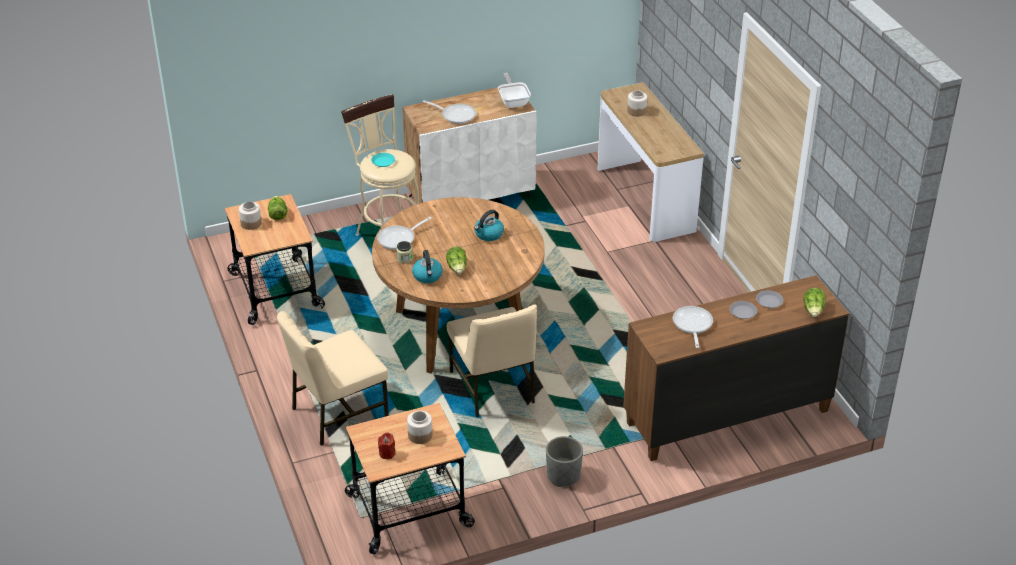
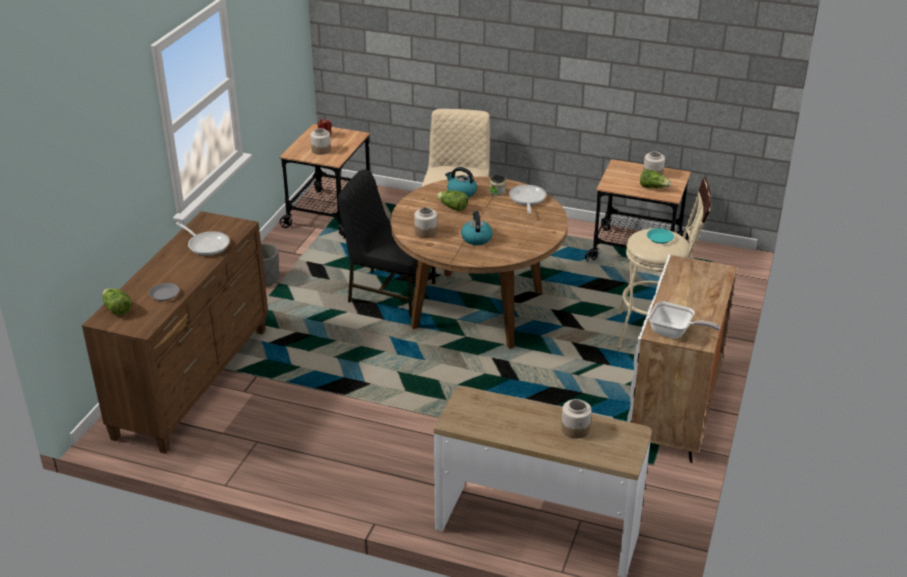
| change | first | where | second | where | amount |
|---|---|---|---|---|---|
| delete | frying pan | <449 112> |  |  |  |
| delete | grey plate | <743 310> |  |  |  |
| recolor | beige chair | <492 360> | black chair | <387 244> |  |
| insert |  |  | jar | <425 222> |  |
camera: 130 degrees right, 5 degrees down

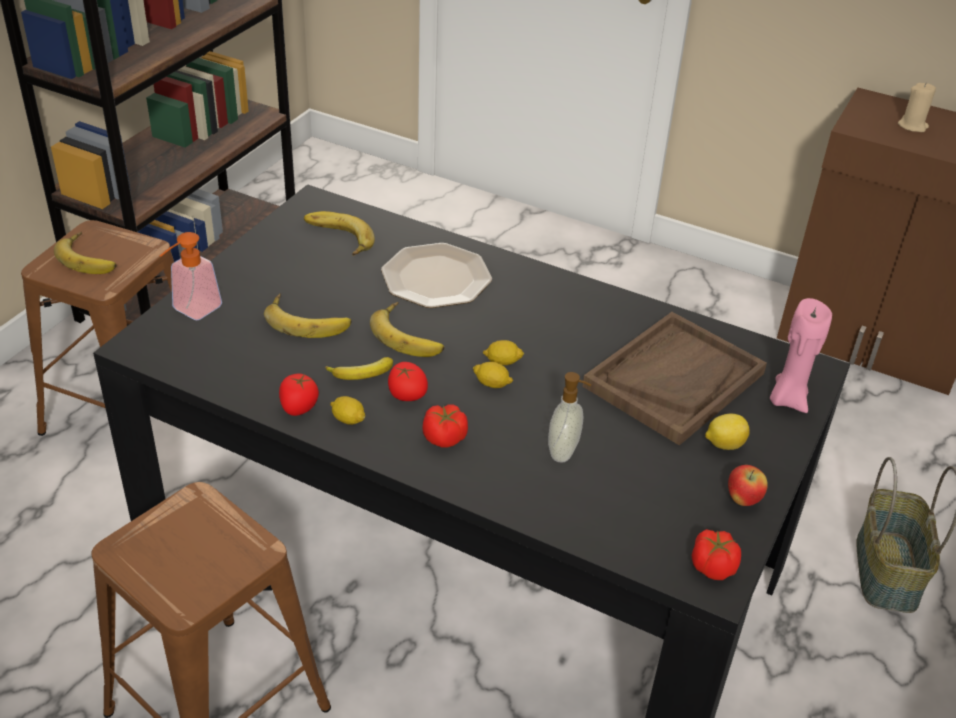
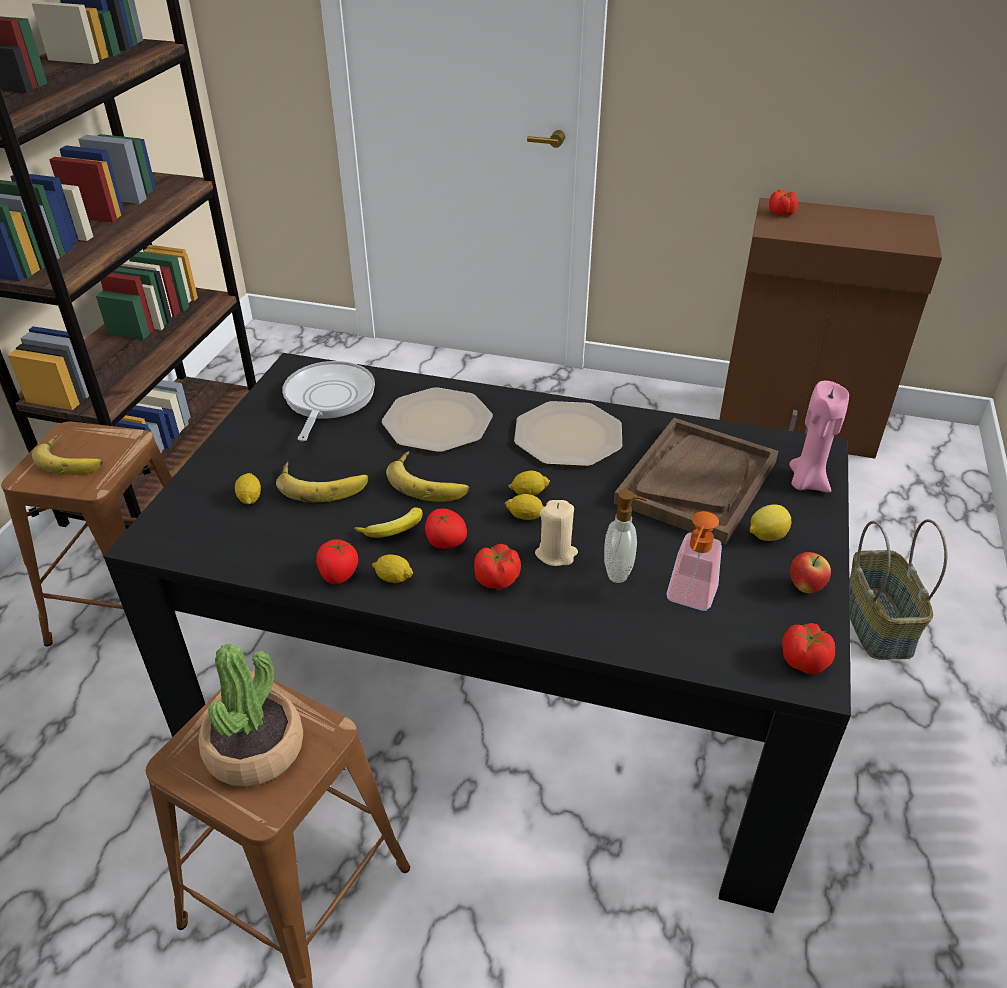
| change | first | where | second | where | amount |
|---|---|---|---|---|---|
| move | beige candle | <917 107> |  | <556 533> |  |
| replace | banana | <339 233> | frying pan | <329 401> |  |
| move | soap dispenser | <191 276> |  | <694 561> |  |
| insert |  |  | tomato | <783 203> |  |
| insert |  |  | plate | <568 433> |  |
| insert |  |  | lemon | <248 489> |  |
| insert |  |  | potted plant | <251 715> |  |
camera: 10 degrees left, 0 degrees up

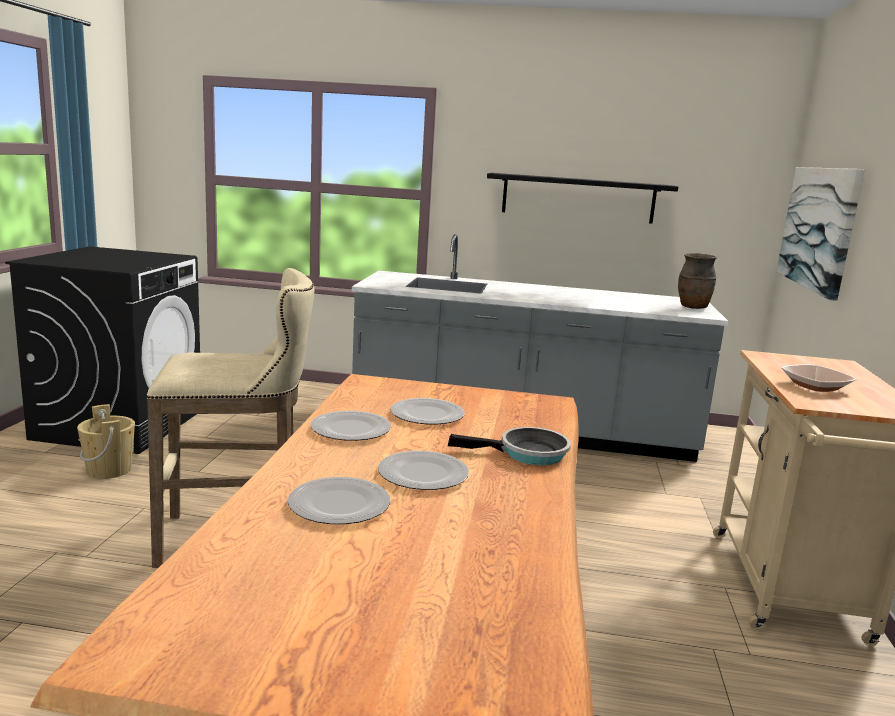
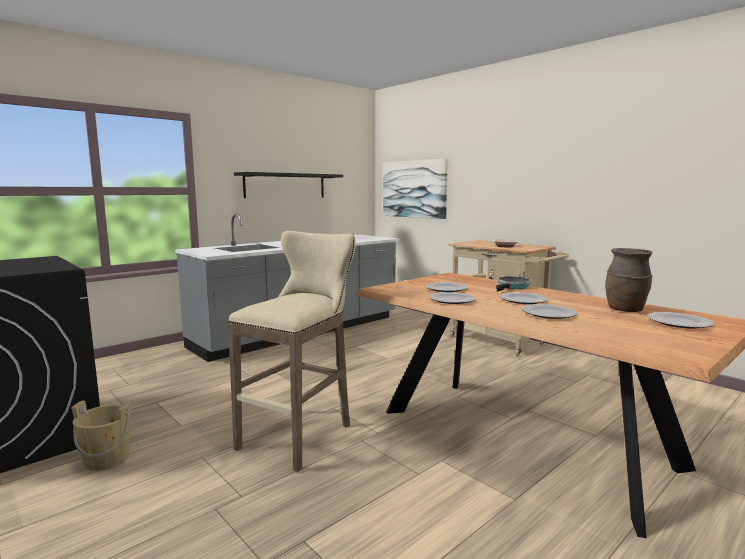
| change | first | where | second | where | amount |
|---|---|---|---|---|---|
| move | brown vase | <697 281> |  | <628 280> |  |
| insert |  |  | plate | <680 320> |  |
camera: 50 degrees left, 5 degrees down

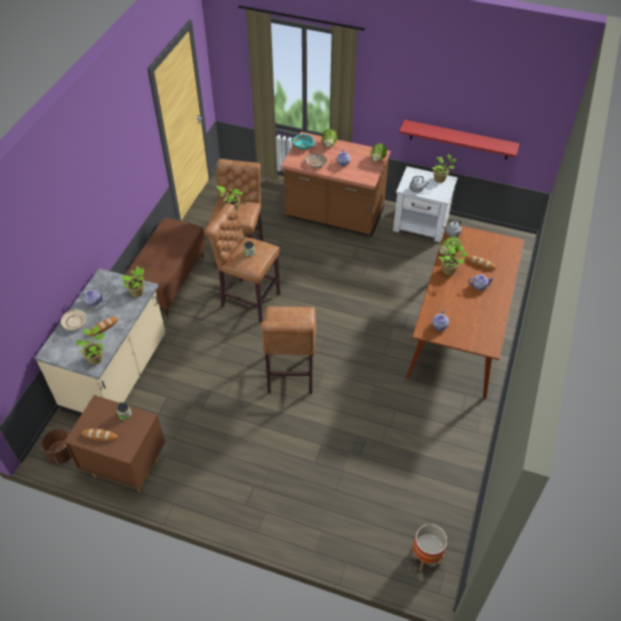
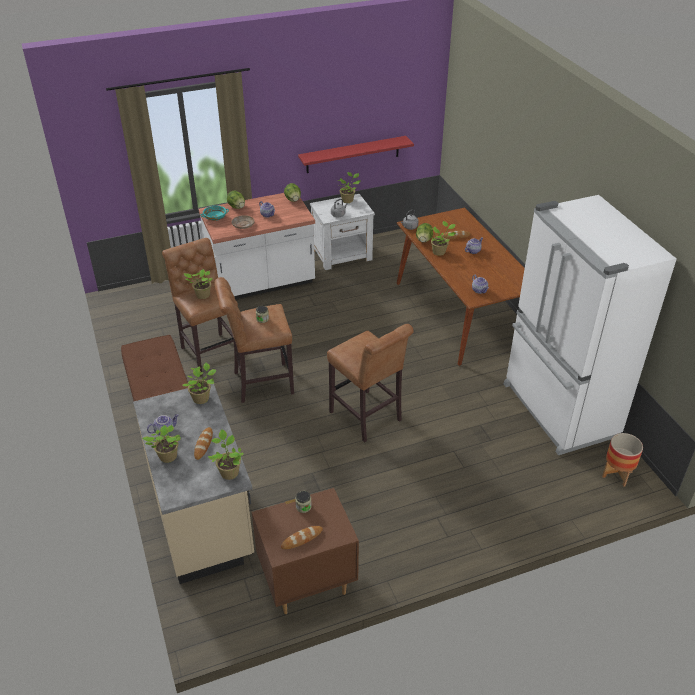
| change | first | where | second | where | amount |
|---|---|---|---|---|---|
| recolor | brown counter | <335 184> | white counter | <257 246> |  |
| replace | beige plate | <74 319> | potted plant | <161 444> |  |
| delete | brown planter | <57 446> |  |  |  |
| insert |  |  | white fridge | <590 325> |  |
camera: 40 degrees left, 10 degrees down

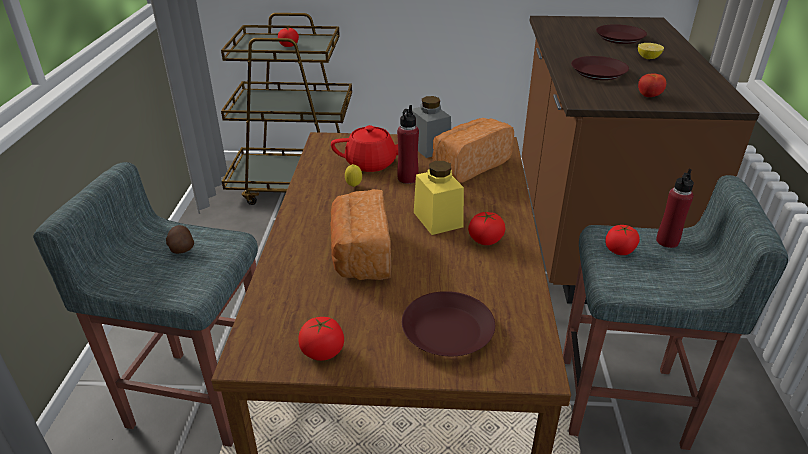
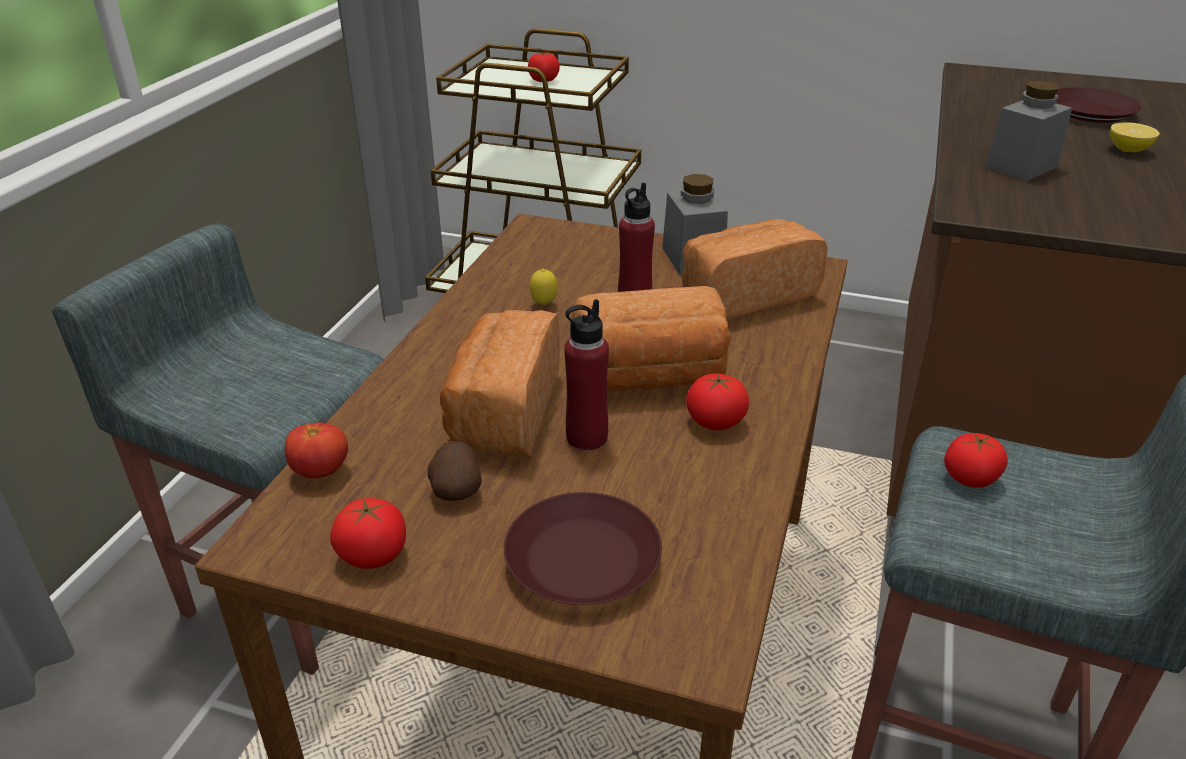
| change | first | where | second | where | amount |
|---|---|---|---|---|---|
| replace | brown plate | <600 68> | grey jar | <1028 131> |  |
| move | tomato | <652 85> |  | <316 450> |  |
| delete | red teapot | <364 148> |  |  |  |
| replace | yellow jar | <439 198> | bread | <651 338> |  |
| move | red bottle | <675 208> |  | <586 374> |  |
| move | potato | <180 239> |  | <455 471> |  |
camera: 15 degrees right, 0 degrees up

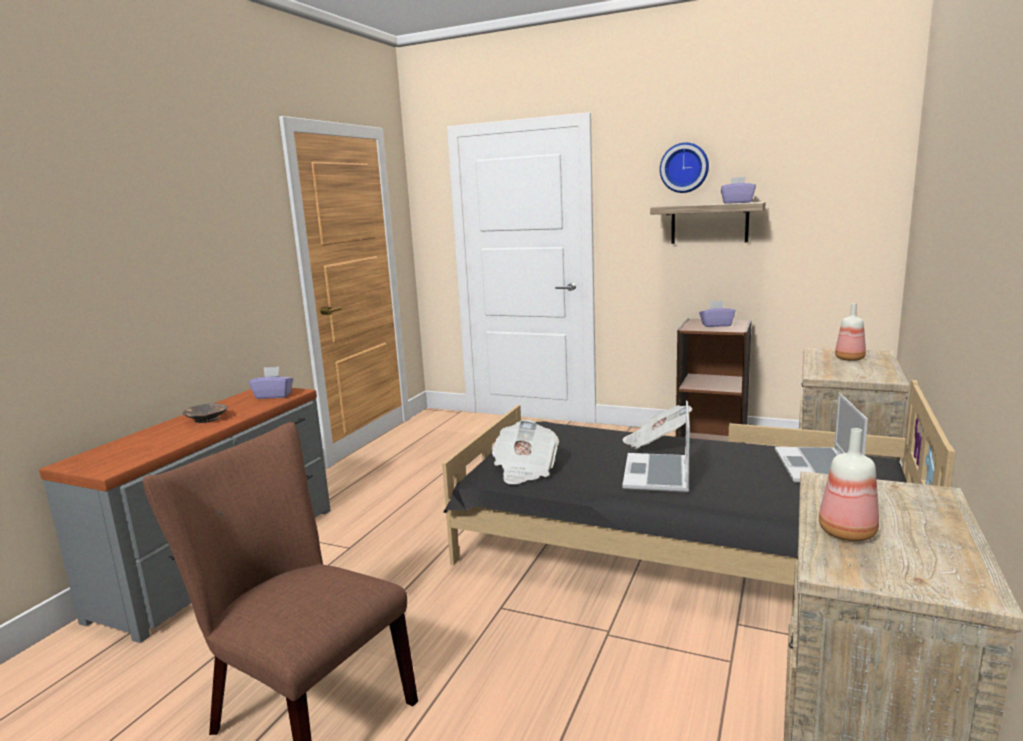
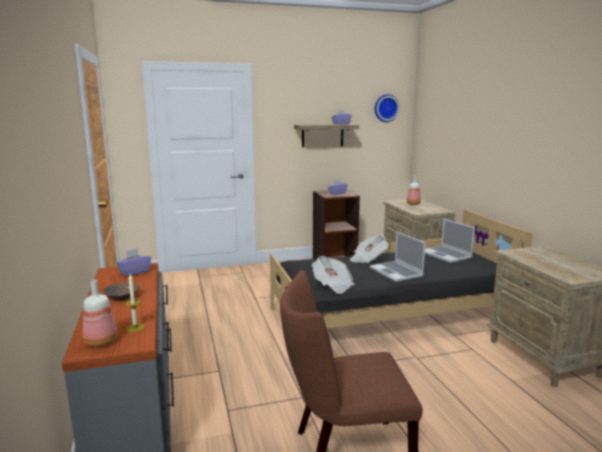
| change | first | where | second | where | amount |
|---|---|---|---|---|---|
| move | wall clock | <684 168> |  | <387 108> |  |
| move | bottle | <849 484> |  | <100 313> |  |
| insert |  |  | candle | <135 303> |  |
camera: 40 degrees left, 0 degrees up

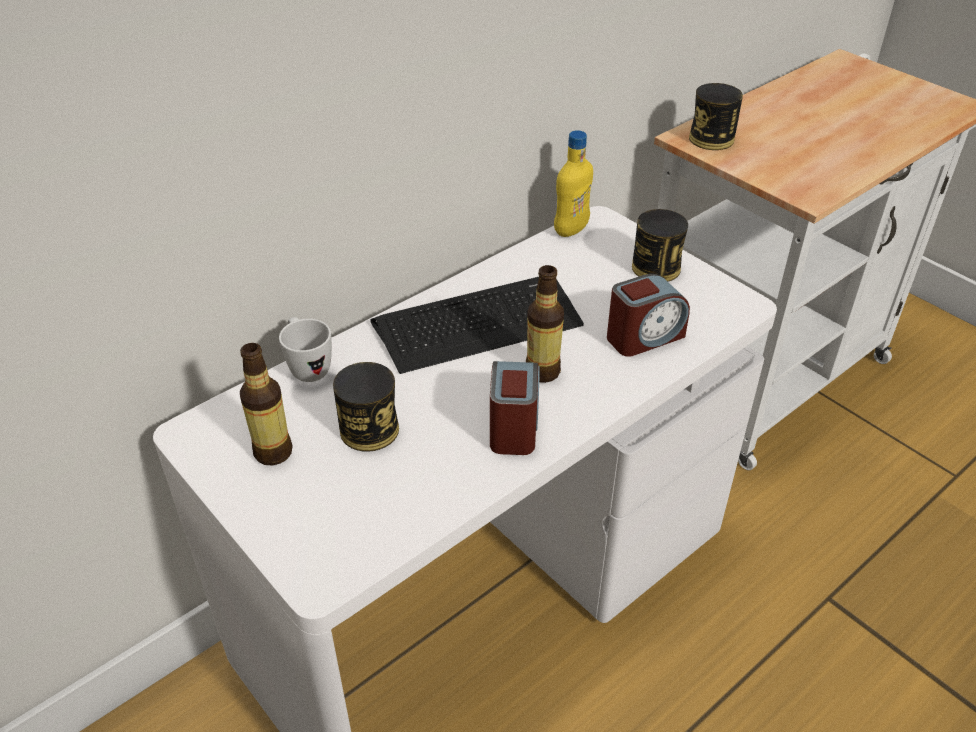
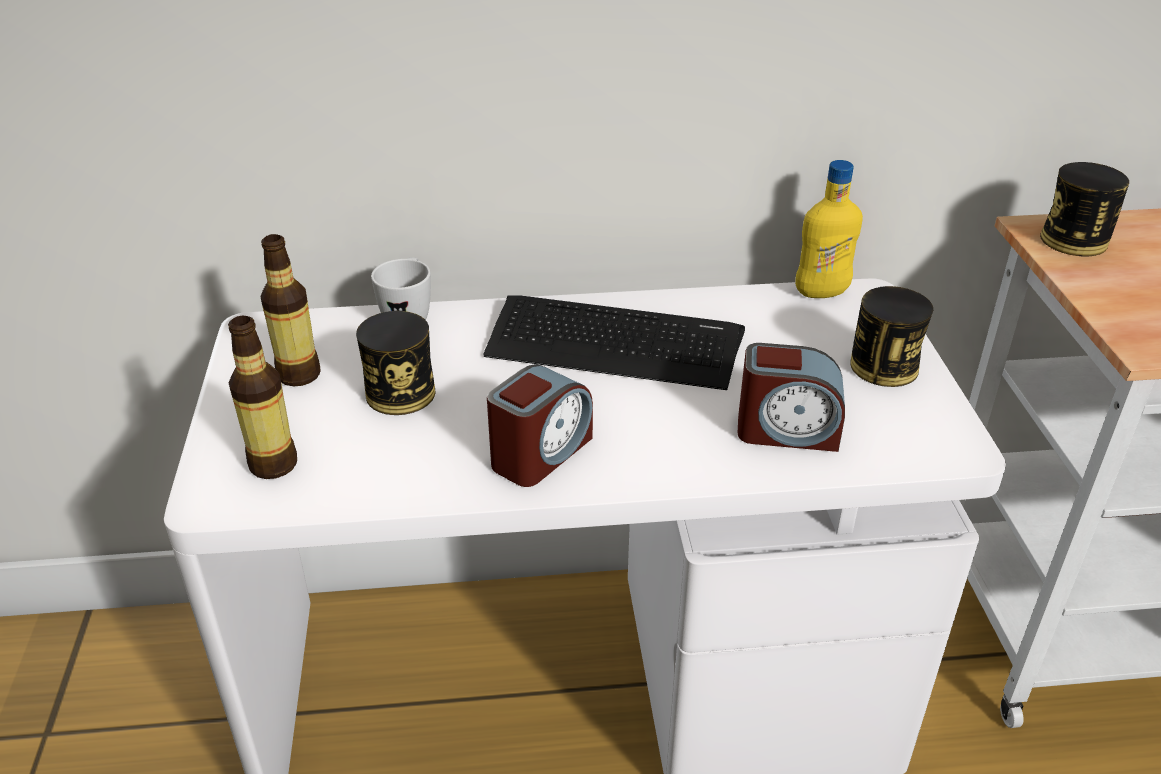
| change | first | where | second | where | amount |
|---|---|---|---|---|---|
| move | bottle | <545 324> |  | <262 397> |  |
camera: 35 degrees right, 5 degrees down

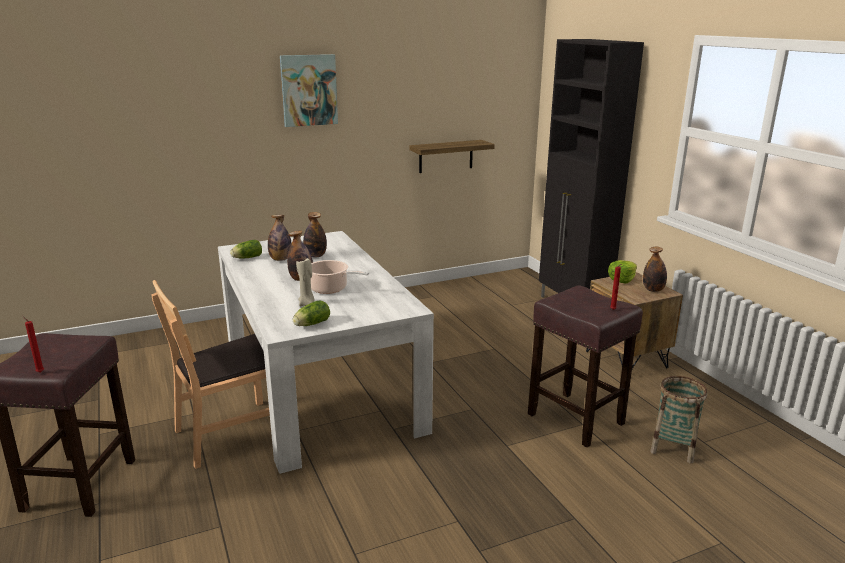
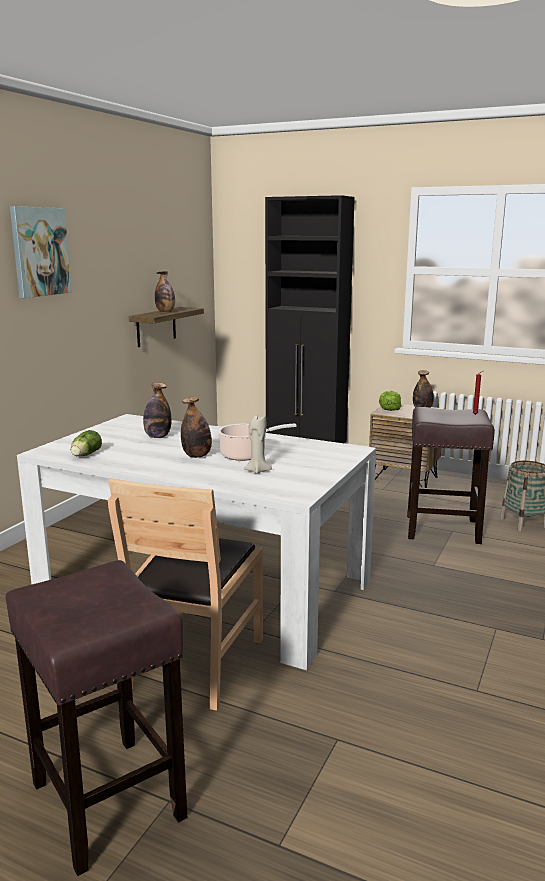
| change | first | where | second | where | amount |
|---|---|---|---|---|---|
| move | bottle | <280 238> |  | <165 291> |  |
| delete | lettuce | <311 313> |  |  |  |
| delete | red candle | <33 344> |  |  |  |
camera: 40 degrees left, 5 degrees down

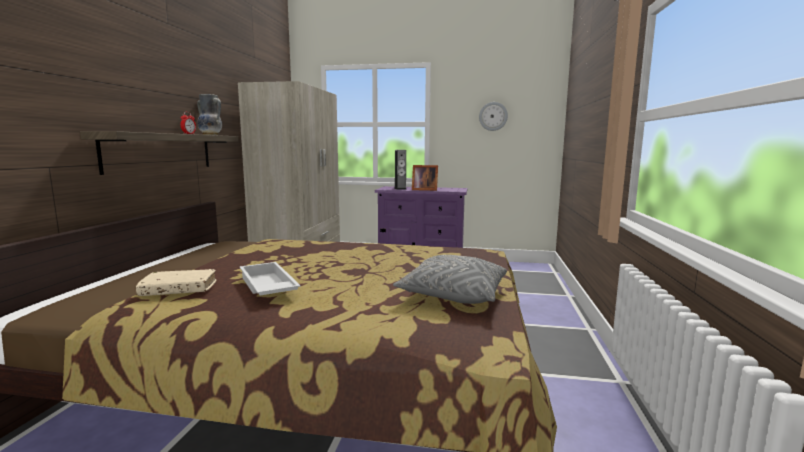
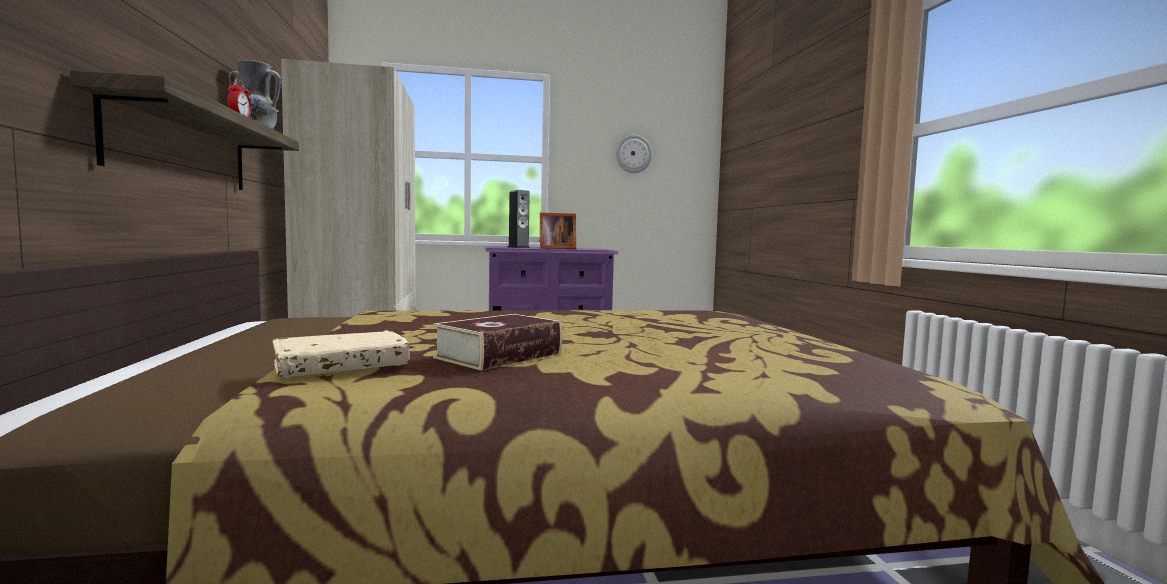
| change | first | where | second | where | amount |
|---|---|---|---|---|---|
| delete | grey pillow | <450 279> |  |  |  |
| replace | white tray | <270 279> | book | <497 342> |  |
camera: 20 degrees left, 5 degrees down

